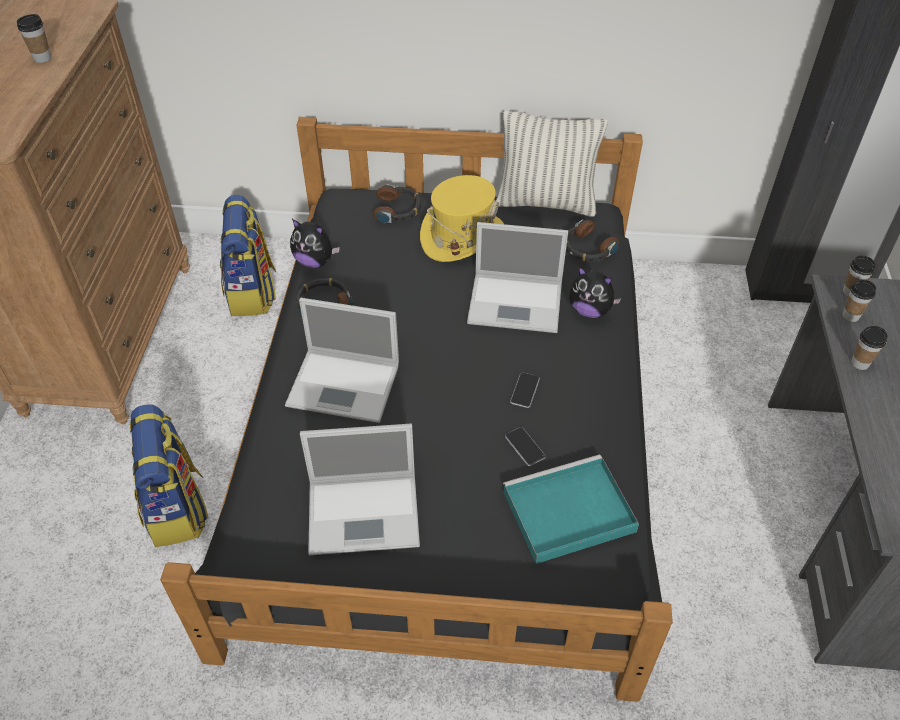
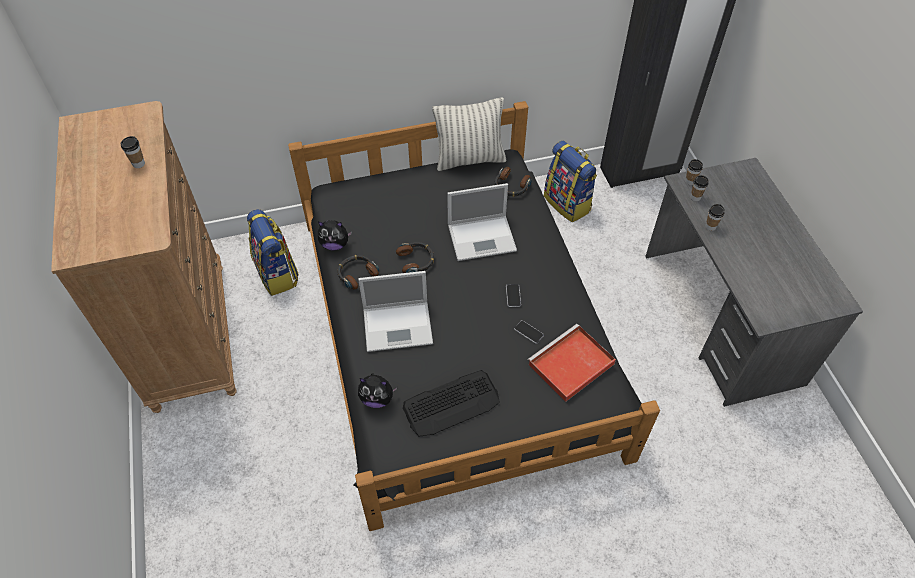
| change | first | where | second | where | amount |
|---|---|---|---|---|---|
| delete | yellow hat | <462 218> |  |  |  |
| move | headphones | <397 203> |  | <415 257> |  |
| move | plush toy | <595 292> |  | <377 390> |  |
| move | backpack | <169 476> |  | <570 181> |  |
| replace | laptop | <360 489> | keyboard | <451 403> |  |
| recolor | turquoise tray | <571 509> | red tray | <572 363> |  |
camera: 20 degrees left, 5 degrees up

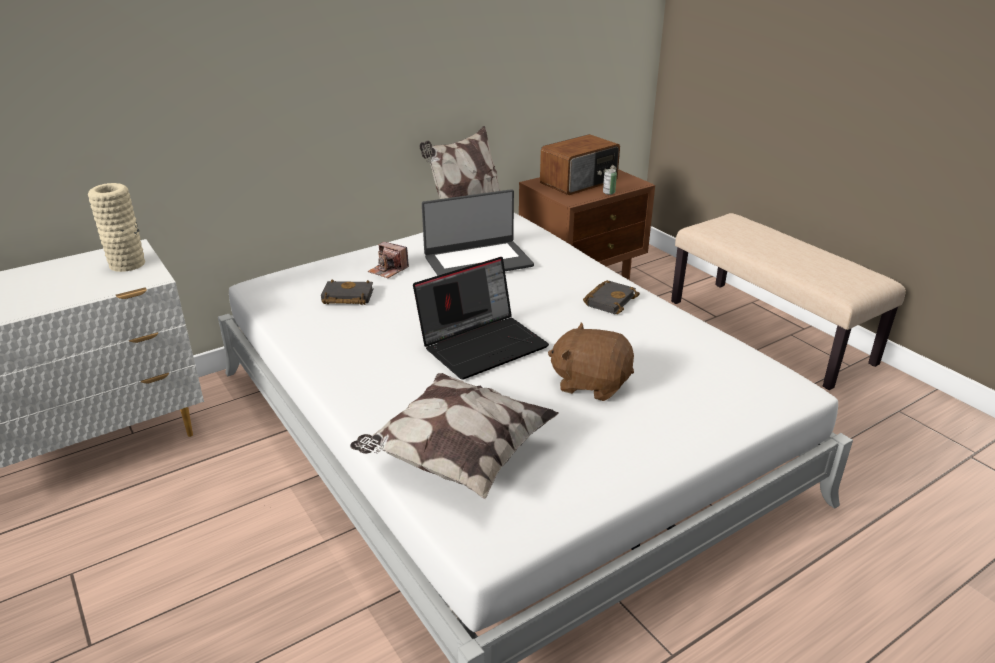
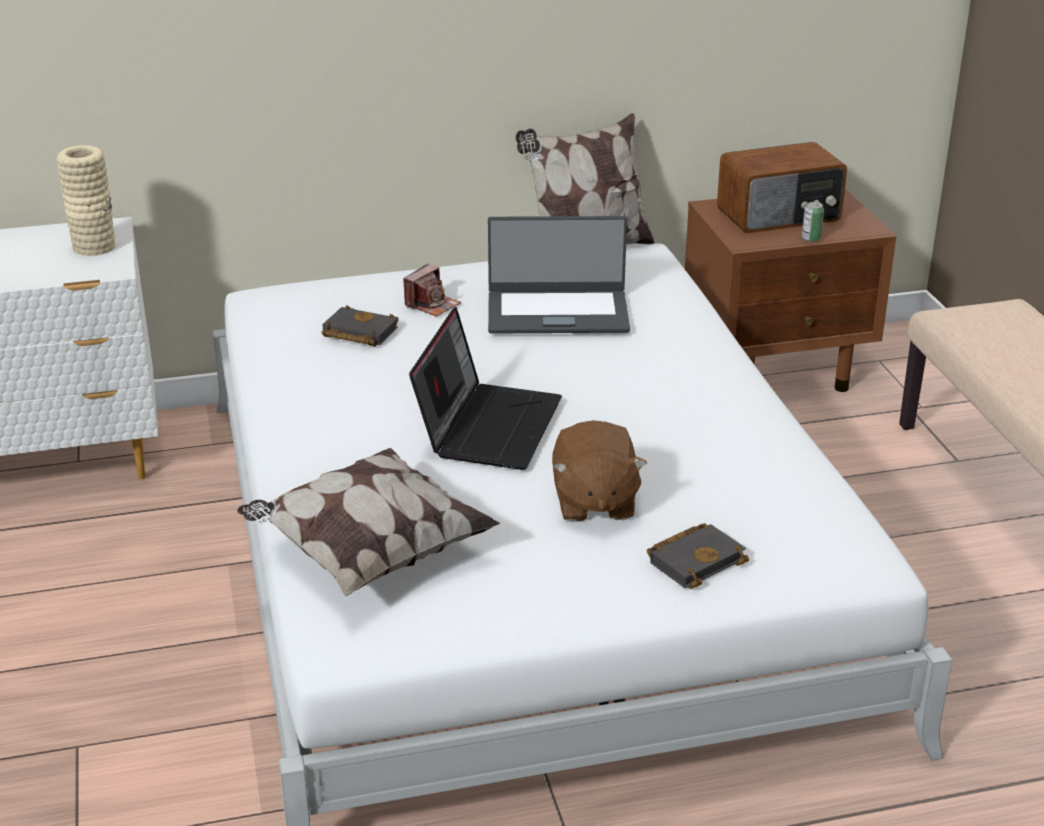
| change | first | where | second | where | amount |
|---|---|---|---|---|---|
| rotate | photo camera | <388 260> |  | <432 290> | 105 degrees counterclockwise |
| rotate | laptop | <481 318> |  | <485 388> | 60 degrees counterclockwise |
| move | black book | <611 297> |  | <698 556> |  |
| rotate | brown plush toy | <591 361> |  | <599 471> | 135 degrees counterclockwise |
camera: 20 degrees right, 0 degrees up

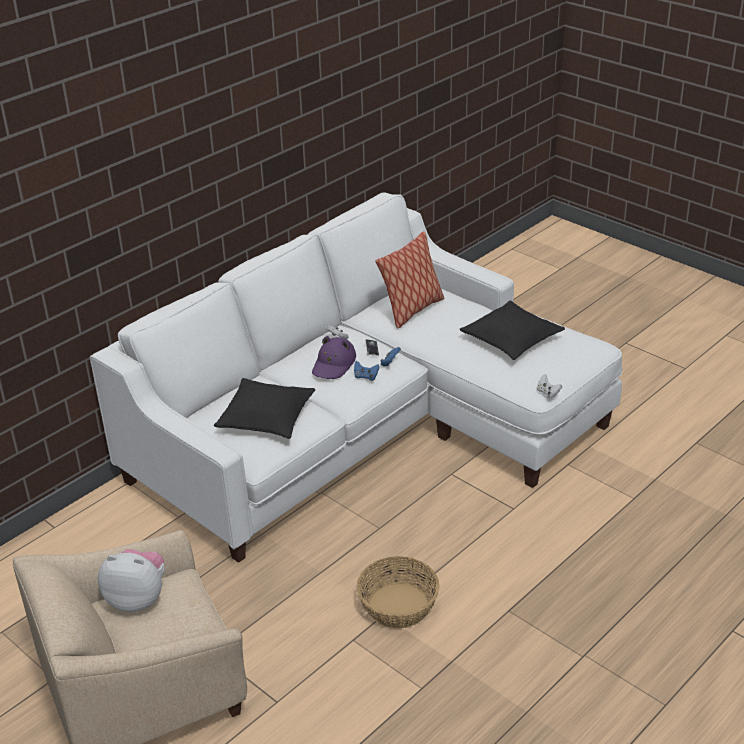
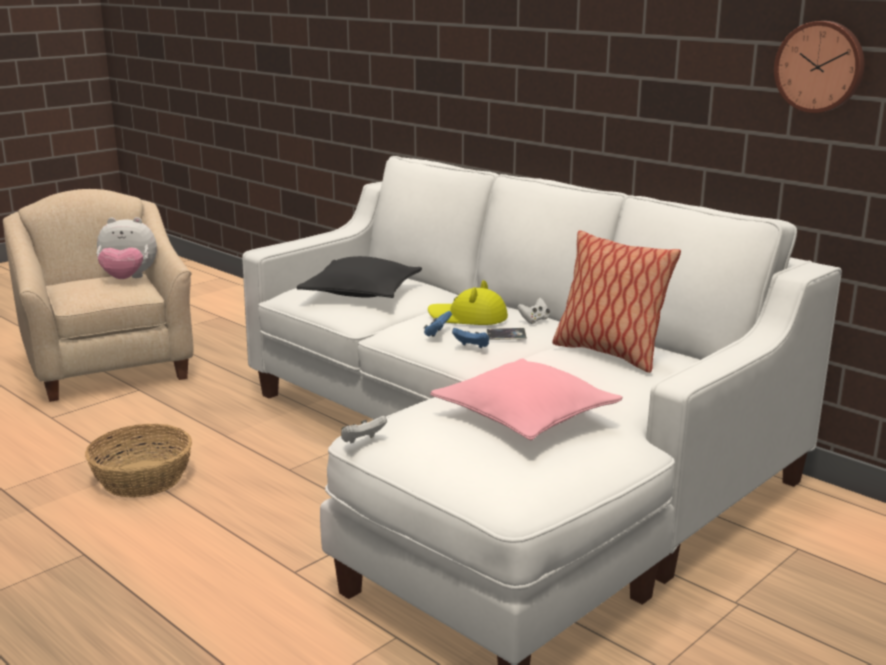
| change | first | where | second | where | amount |
|---|---|---|---|---|---|
| recolor | black pillow | <512 330> | pink pillow | <526 399> |  |
| recolor | purple hat | <334 357> | yellow hat | <468 302> |  |
| rotate | plush toy | <131 580> |  | <126 248> | 75 degrees clockwise |
| insert |  |  | wall clock | <819 67> |  |
camera: 90 degrees right, 15 degrees down

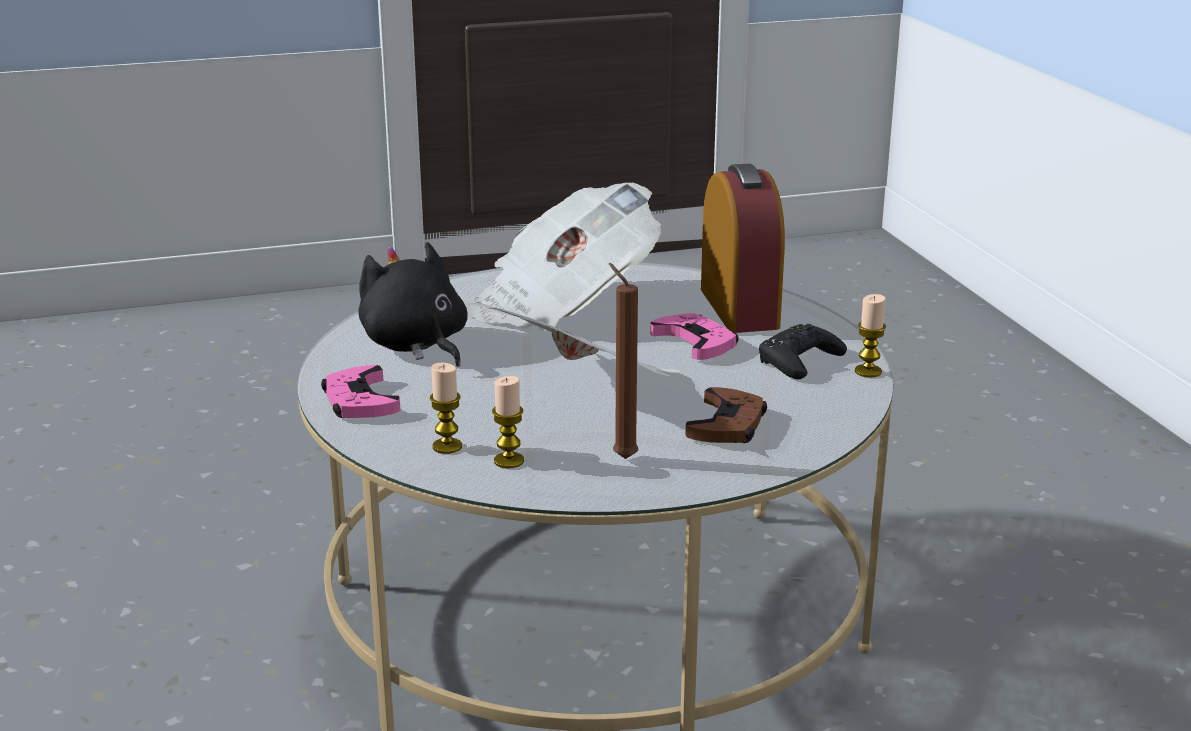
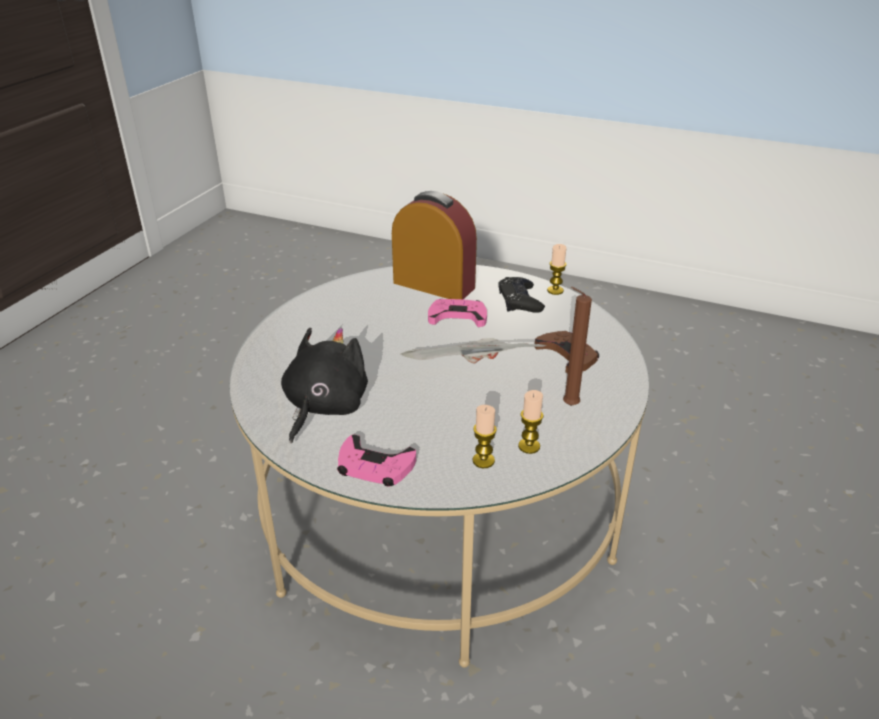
| change | first | where | second | where | amount |
|---|---|---|---|---|---|
| delete | newspaper | <564 257> |  |  |  |
| rotate | black plush toy | <412 304> |  | <324 385> | 105 degrees clockwise |
camera: 50 degrees left, 10 degrees up

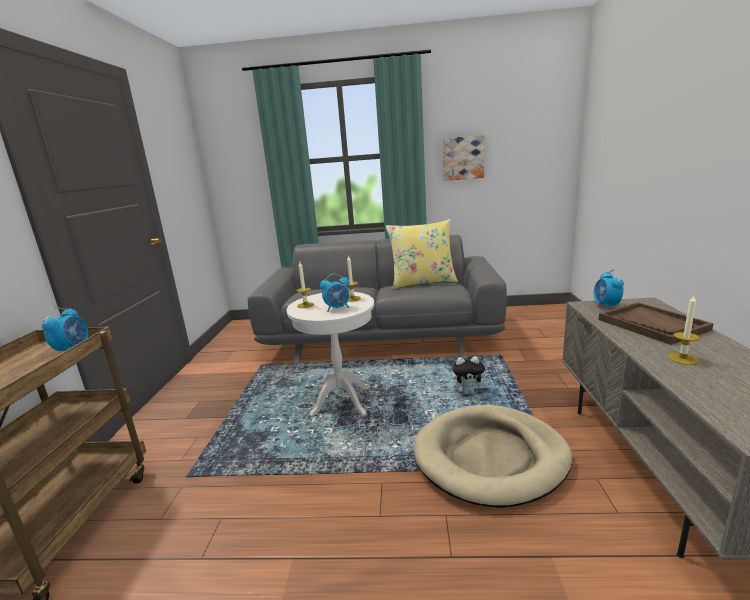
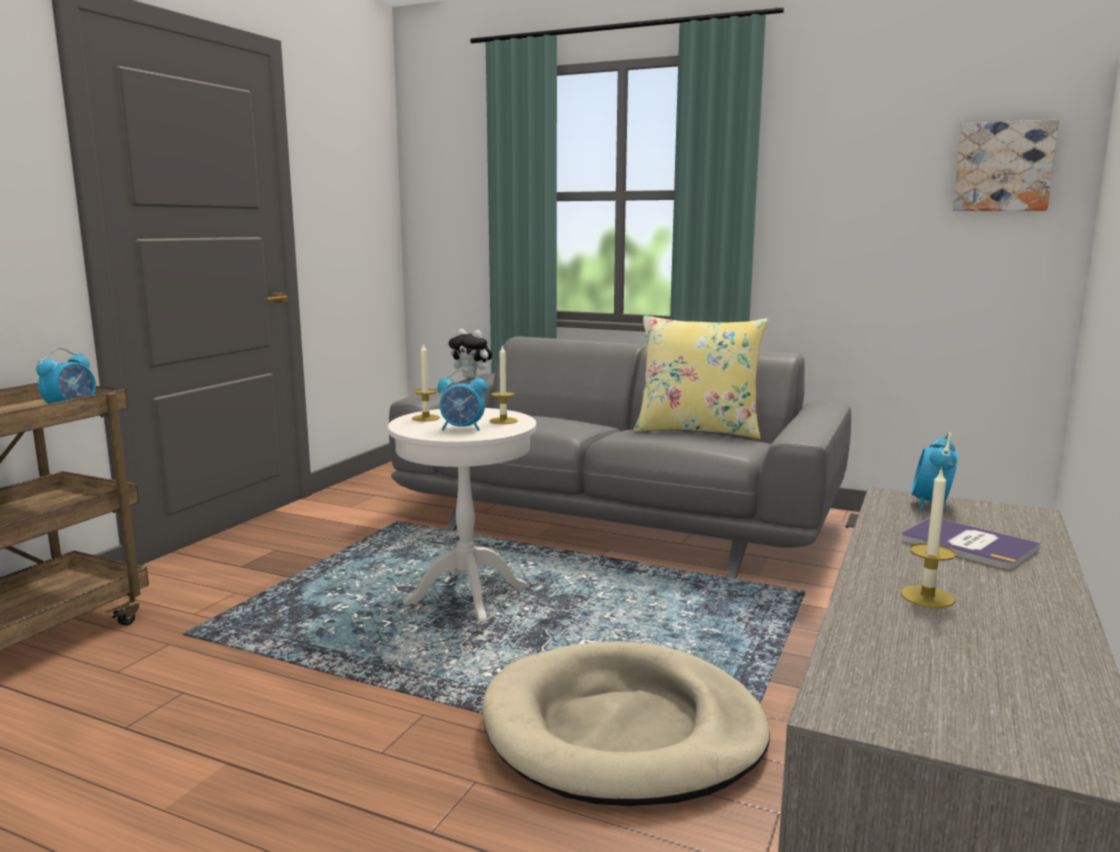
| change | first | where | second | where | amount |
|---|---|---|---|---|---|
| move | picture | <464 158> |  | <1006 165> |  |
| replace | brown tray | <656 323> | book | <970 543> |  |
| move | plush toy | <470 375> |  | <470 354> |  |
camera: 20 degrees right, 5 degrees down

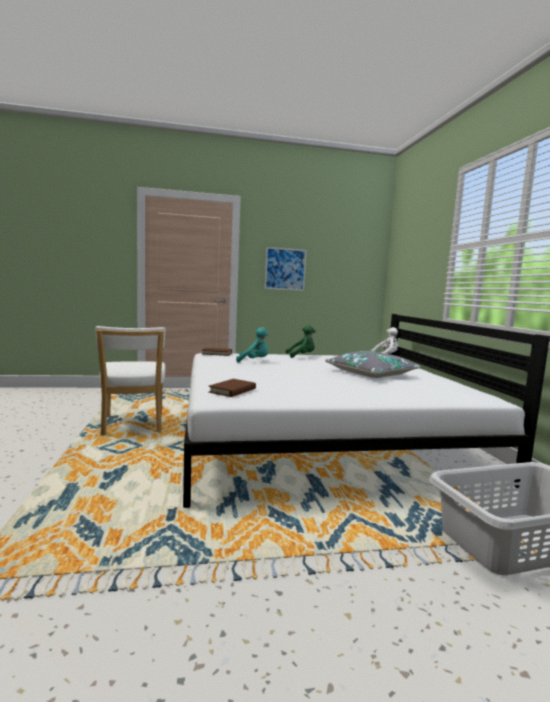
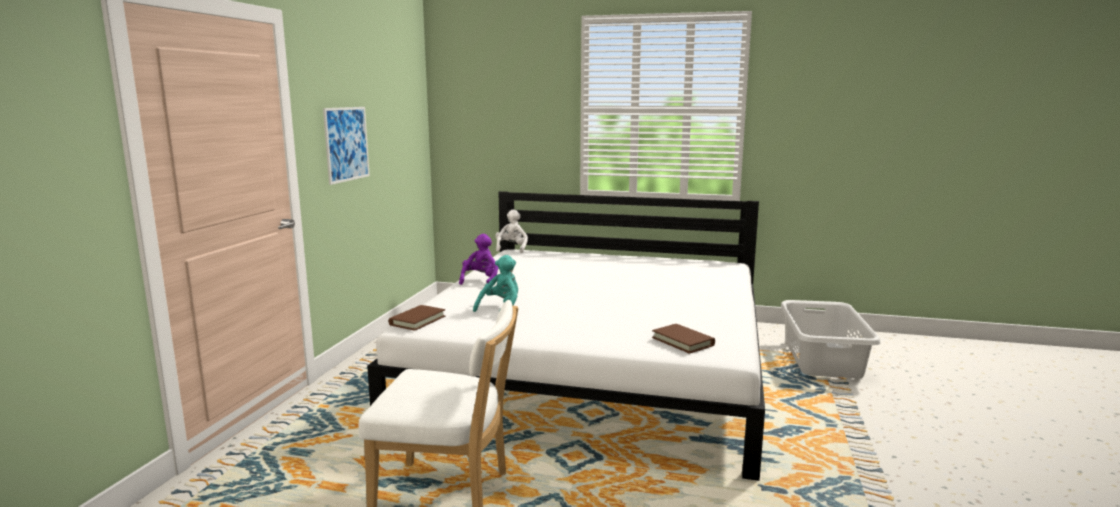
| change | first | where | second | where | amount |
|---|---|---|---|---|---|
| recolor | green plush toy | <300 341> | purple plush toy | <478 259> |  |
| delete | grey pillow | <373 364> |  |  |  |
camera: 65 degrees left, 5 degrees up

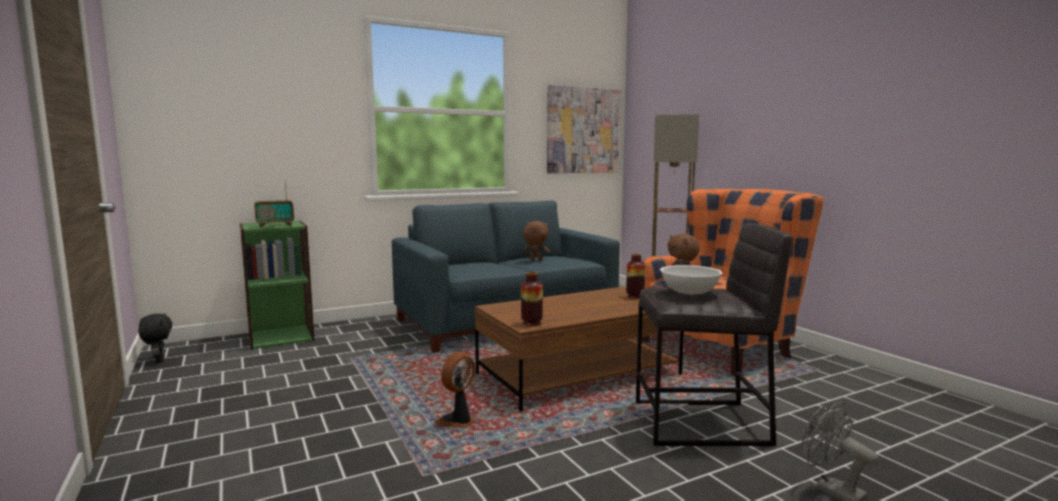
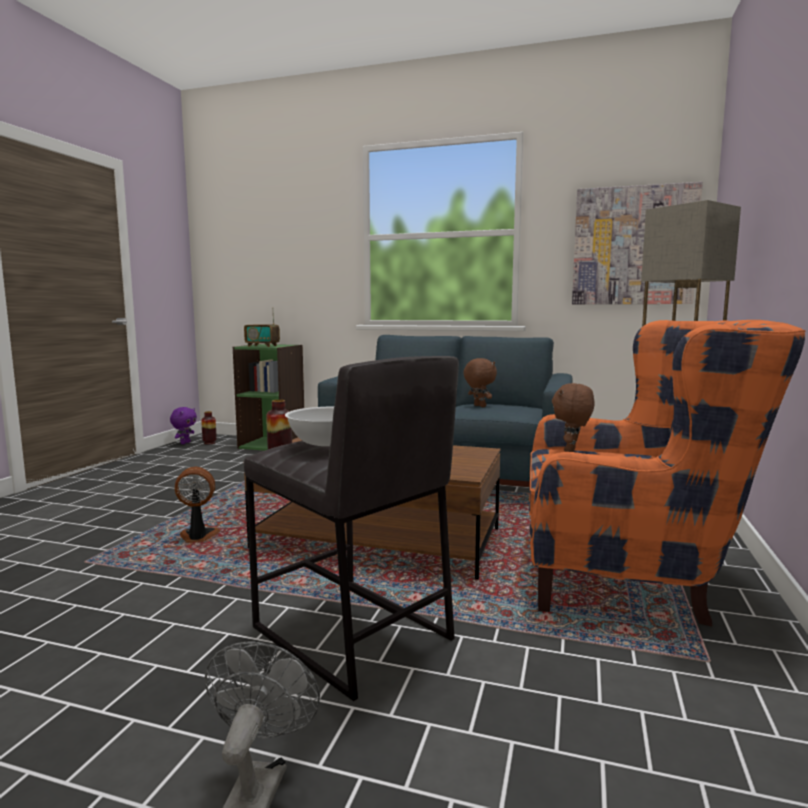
| change | first | where | second | where | amount |
|---|---|---|---|---|---|
| move | vase | <635 276> |  | <209 427> |  |
| recolor | black plush toy | <155 338> | purple plush toy | <183 425> |  |
camera: 45 degrees right, 0 degrees up

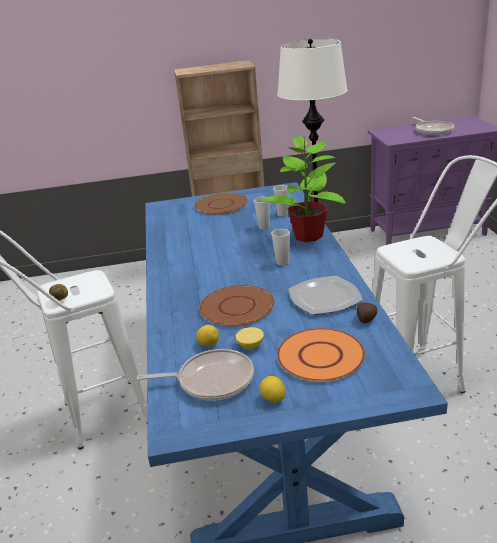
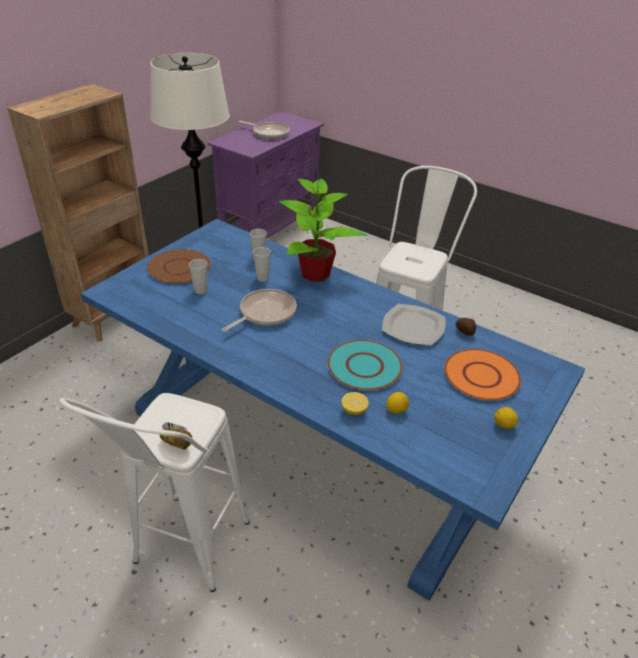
| change | first | where | second | where | amount |
|---|---|---|---|---|---|
| move | cup | <280 247> |  | <198 276> |  |
| recolor | brown plate | <236 305> | turquoise plate | <365 365> |  |
| move | lemon | <250 338> |  | <355 403> |  |
| move | frying pan | <195 375> |  | <259 310> |  |
camera: 50 degrees left, 10 degrees up

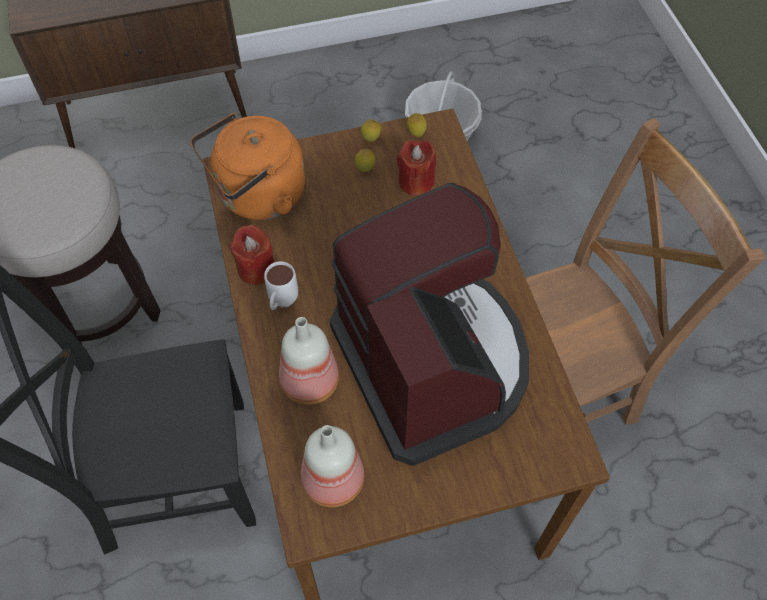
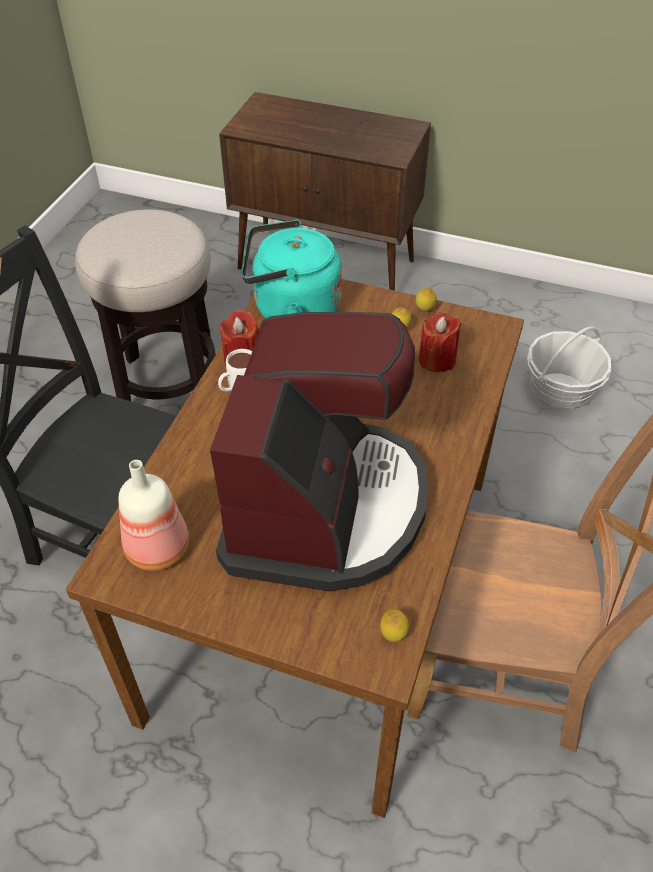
| change | first | where | second | where | amount |
|---|---|---|---|---|---|
| recolor | orange kettle | <248 166> | turquoise kettle | <292 269> |  |
| move | lemon | <417 125> |  | <394 626> |  |
| delete | bottle | <309 361> |  |  |  |
camera: 35 degrees right, 10 degrees down

